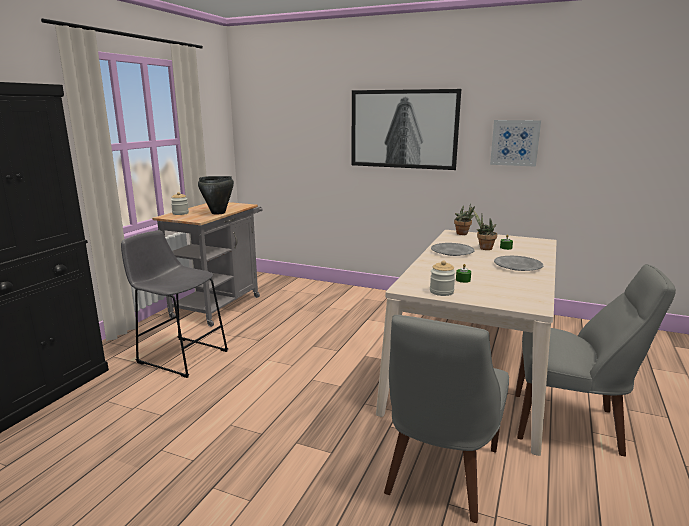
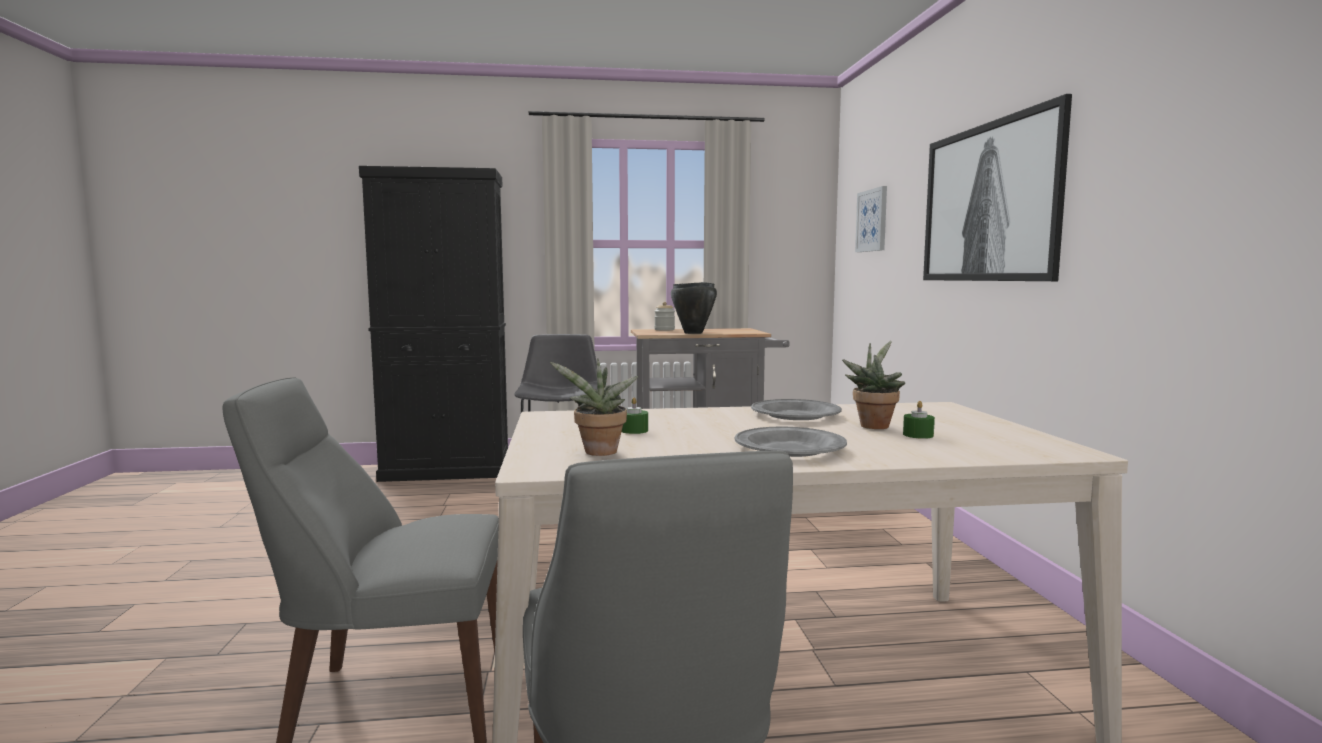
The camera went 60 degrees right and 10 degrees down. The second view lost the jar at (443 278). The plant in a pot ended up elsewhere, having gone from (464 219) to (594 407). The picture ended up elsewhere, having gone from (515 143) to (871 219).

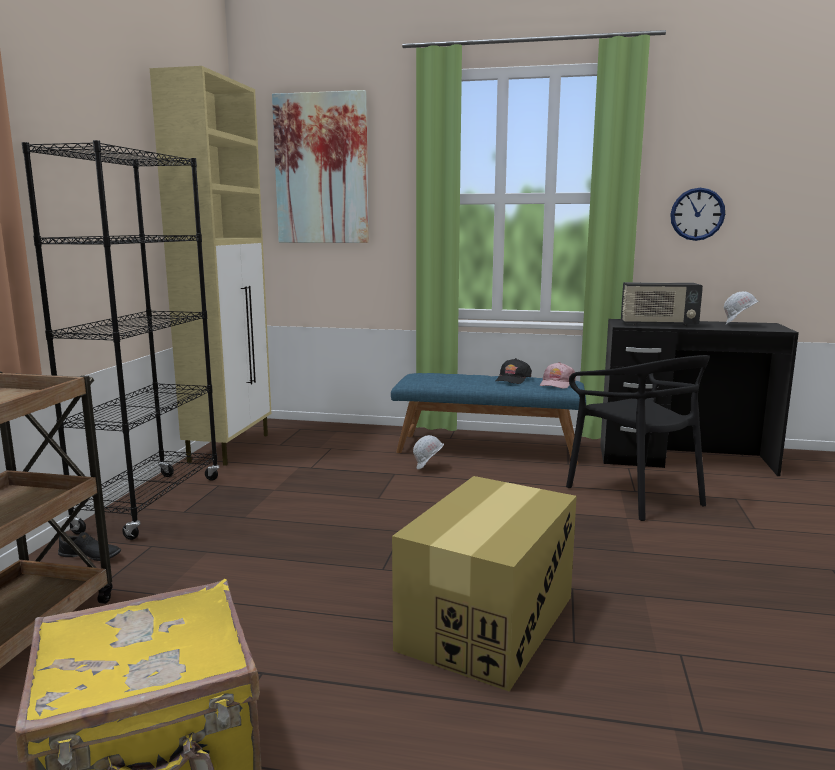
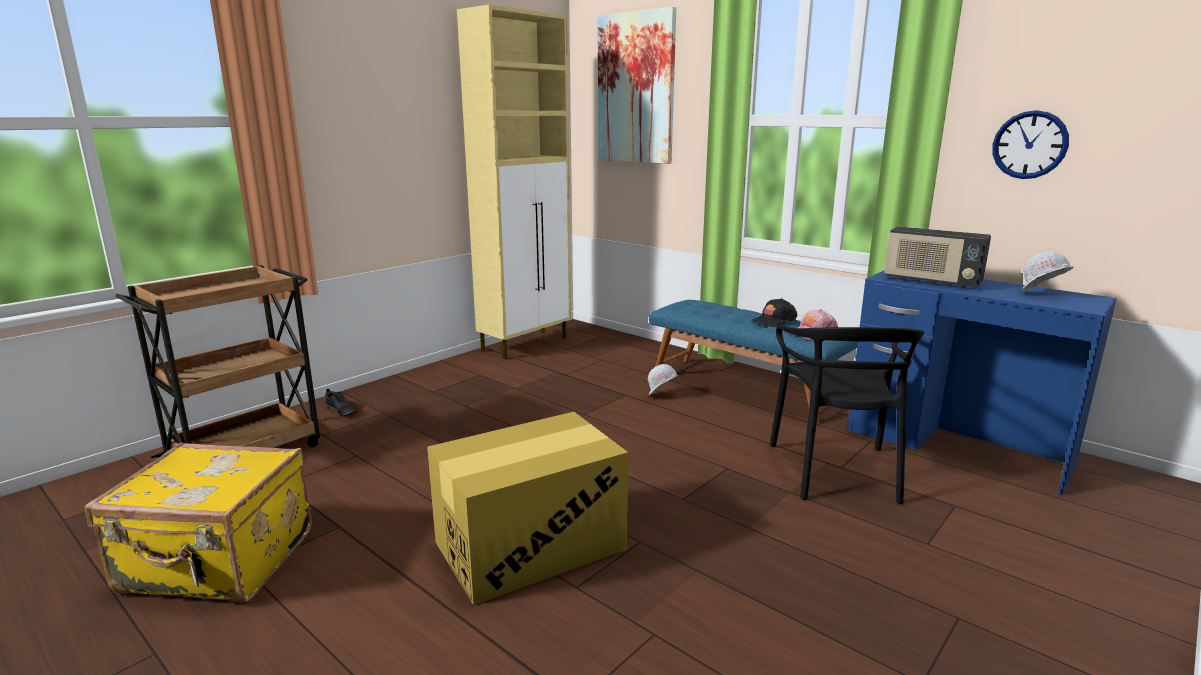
The camera went 30 degrees right and 5 degrees up. The second view lost the black-coloured shelving unit at (120 340). What was the black-coloured desk unit at (699 397) turned into the blue desk unit at (982 383).

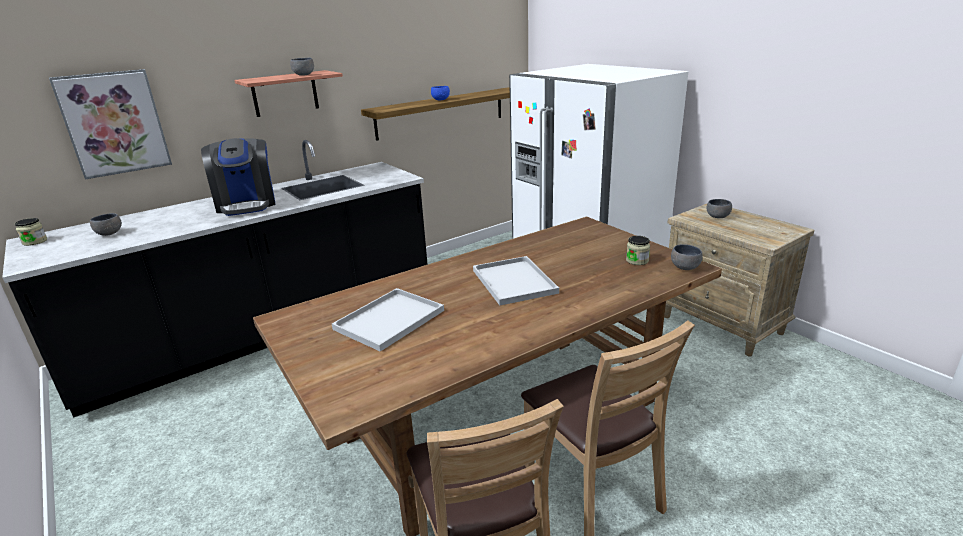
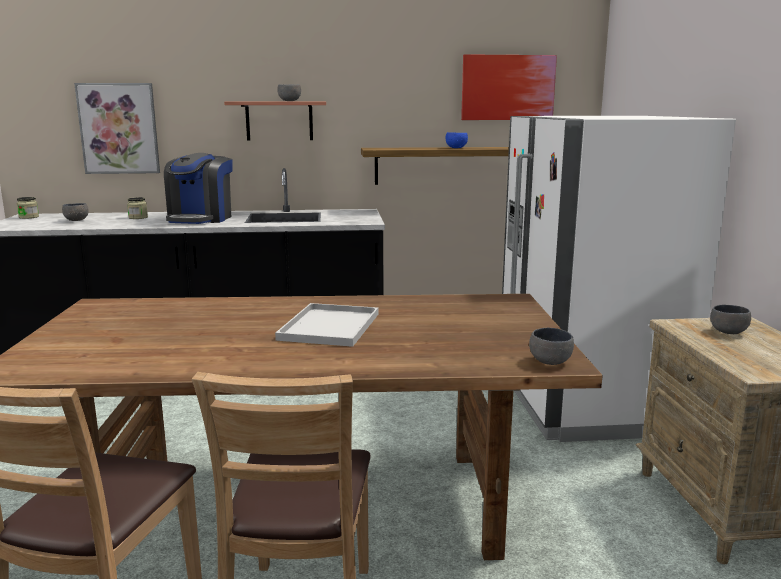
The camera went 30 degrees right and 10 degrees down. The second view lost the whitish carrying tray at (388 320). The jar ended up elsewhere, having gone from (638 250) to (137 208). The second view gained the picture at (509 87).

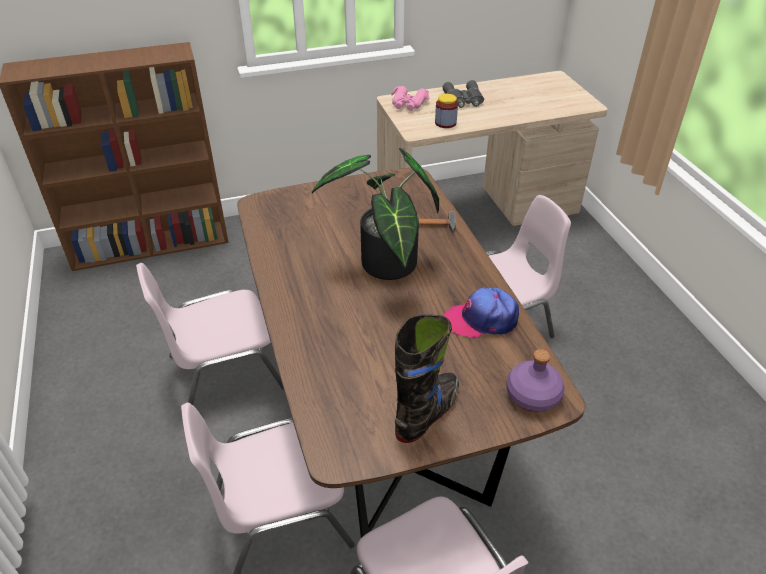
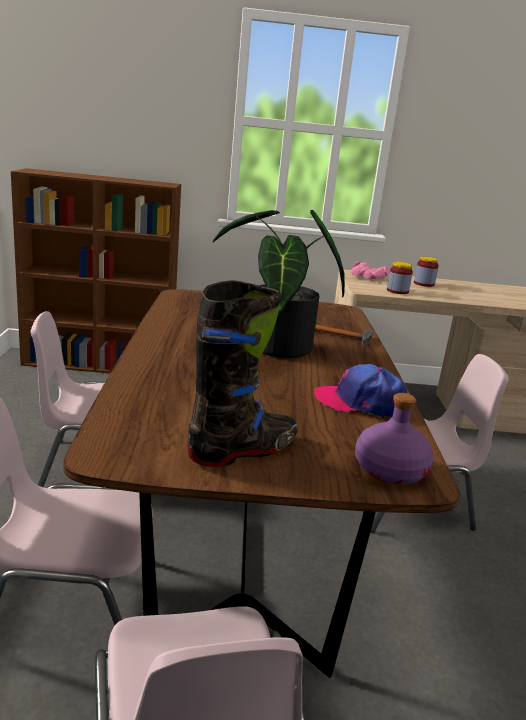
The camera went 15 degrees right and 20 degrees down. Where the gray pair of binoculars stood at (463 94), the jar came to stand at (426 271).

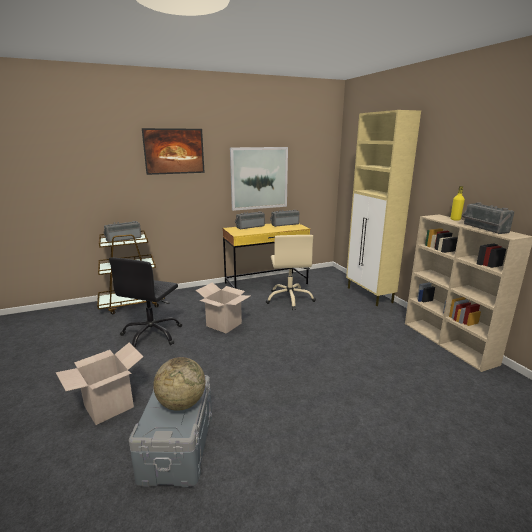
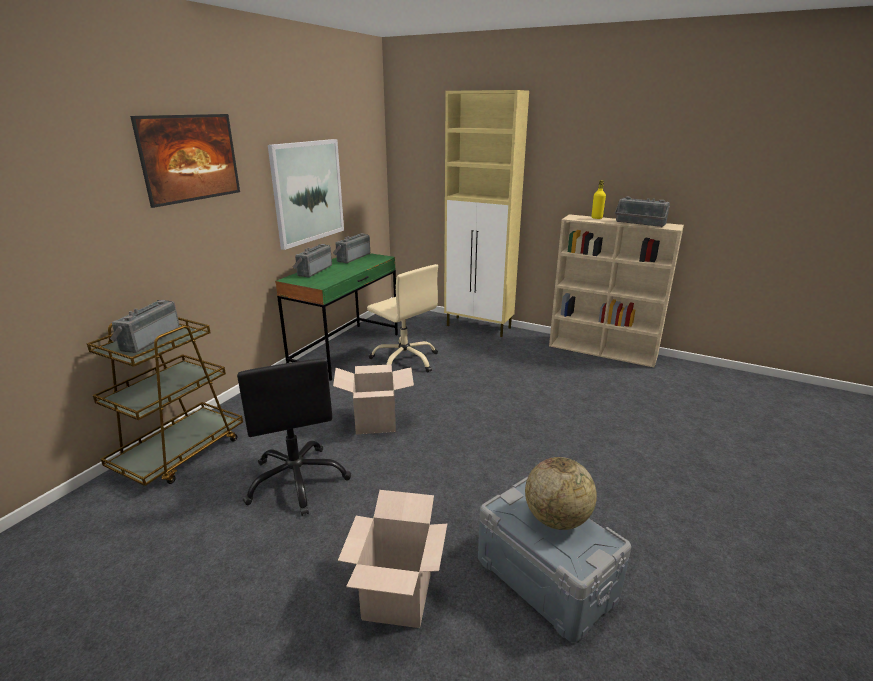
The camera went 40 degrees left and 5 degrees up. What was the yellow desk unit at (266 256) turned into the greenish desk unit at (336 317).

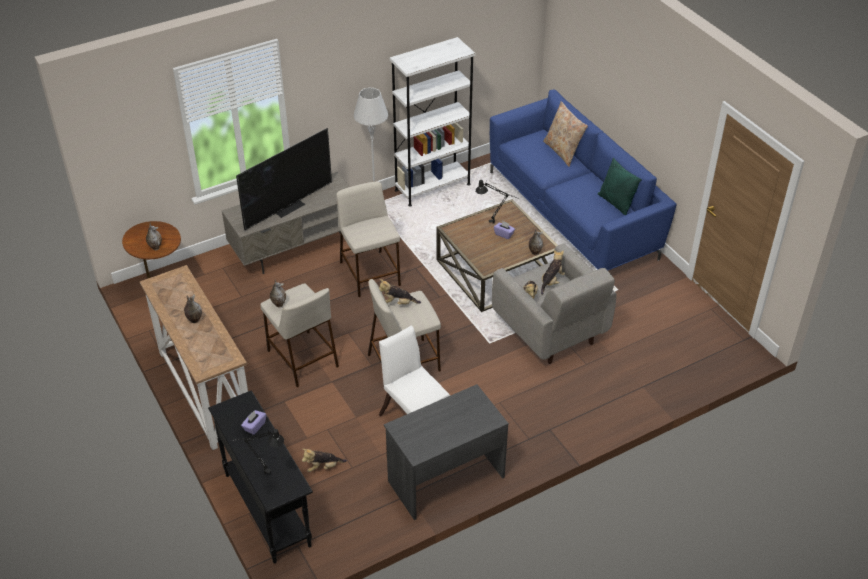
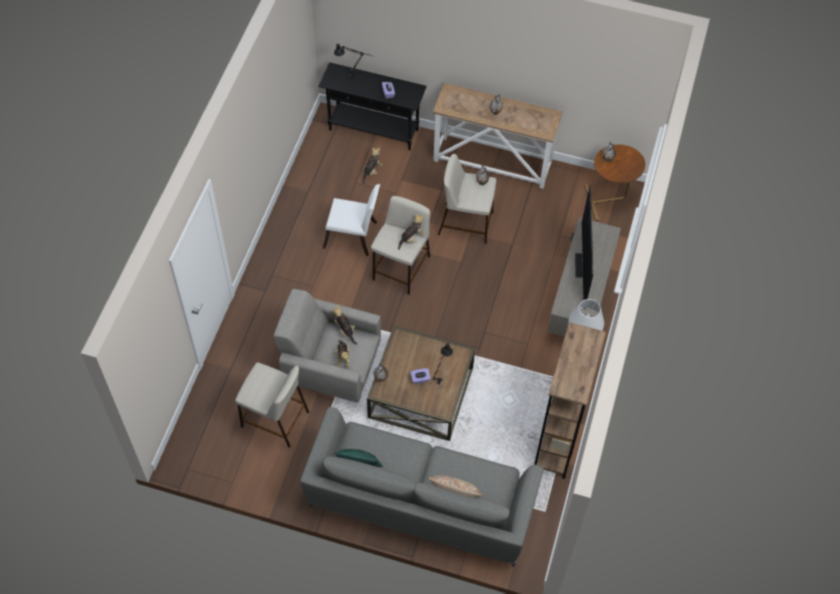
The camera went 135 degrees right and 15 degrees up. The sand-coloured sitting stool ended up elsewhere, having gone from (368 239) to (272 405). The second view lost the gray desk unit at (446 452). What was the whitish shelving unit at (433 122) turned into the brown shelving unit at (570 400). What was the blue couch at (583 179) turned into the gray couch at (422 487).

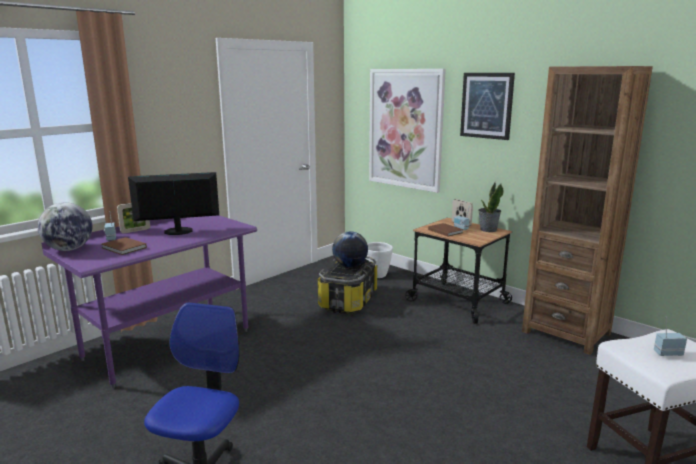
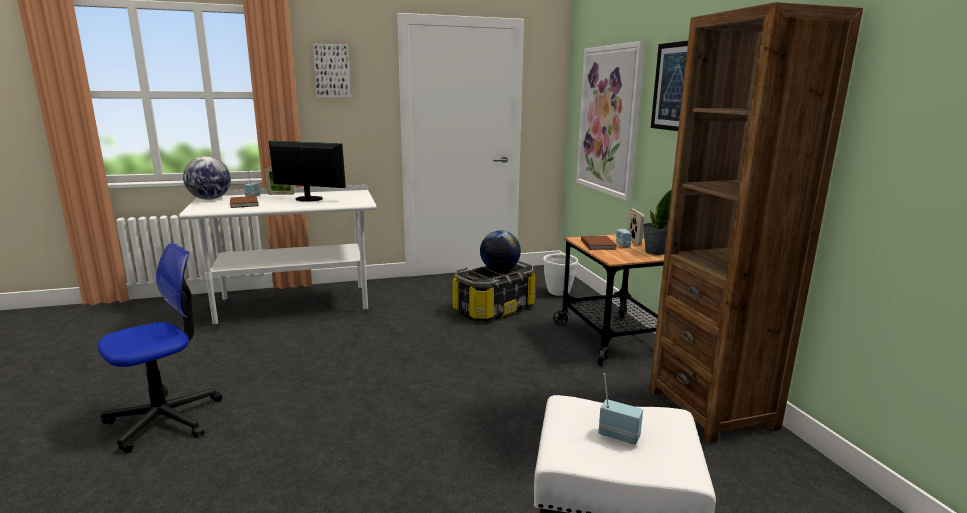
The camera went 30 degrees right and 0 degrees up. What was the purple-coloured desk unit at (149 301) turned into the whitish desk unit at (278 256). The second view gained the picture at (332 70).

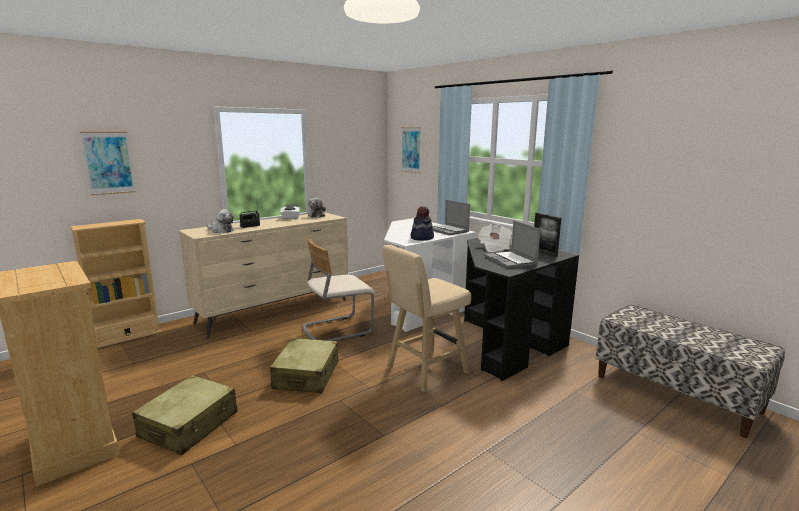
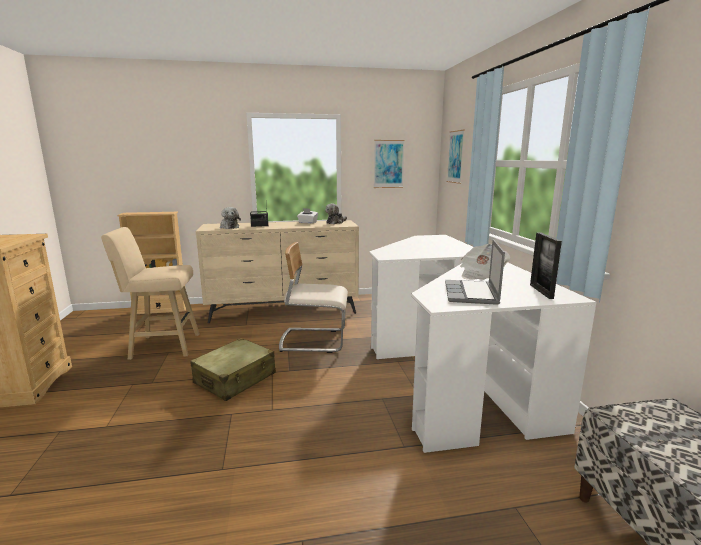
The camera went 30 degrees right and 0 degrees up. The picture ended up elsewhere, having gone from (108 163) to (389 164). The second view lost the sand-coloured piece of luggage at (185 415). The sand-coloured sitting stool ended up elsewhere, having gone from (427 318) to (150 293). The second view lost the wearable hat at (422 223). The second view lost the laptop at (451 217). What was the black-coloured desk unit at (521 309) turned into the whitish desk unit at (504 357).

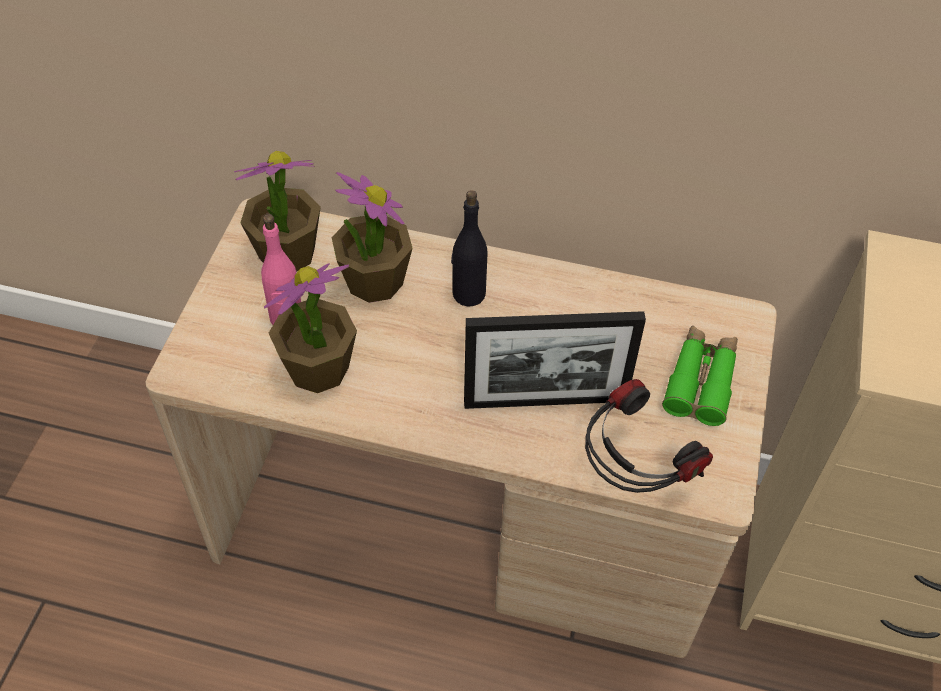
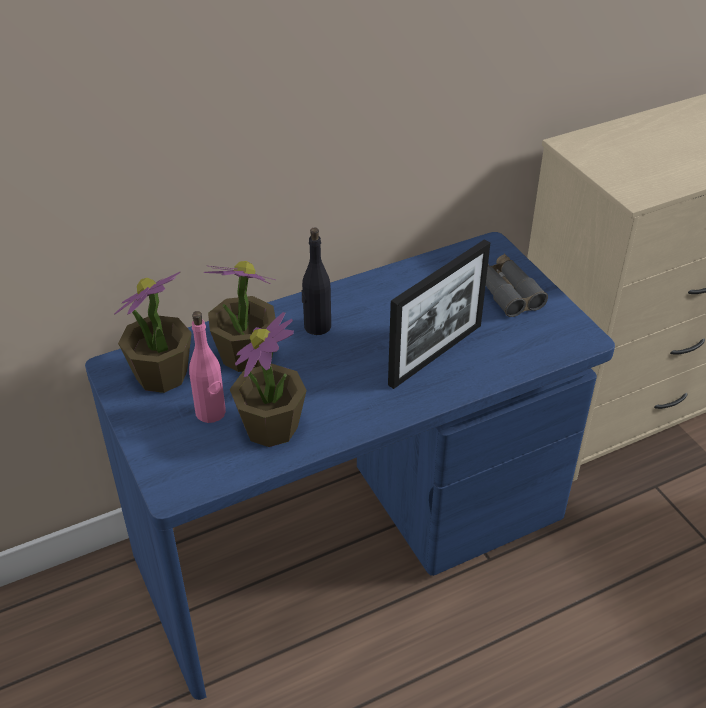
The camera went 40 degrees left and 10 degrees down. What was the sand-coloured desk unit at (461 428) turned into the blue desk unit at (350 466). The second view lost the pair of headphones at (649 436). What was the greenish pair of binoculars at (700 376) turned into the gray pair of binoculars at (517 285).

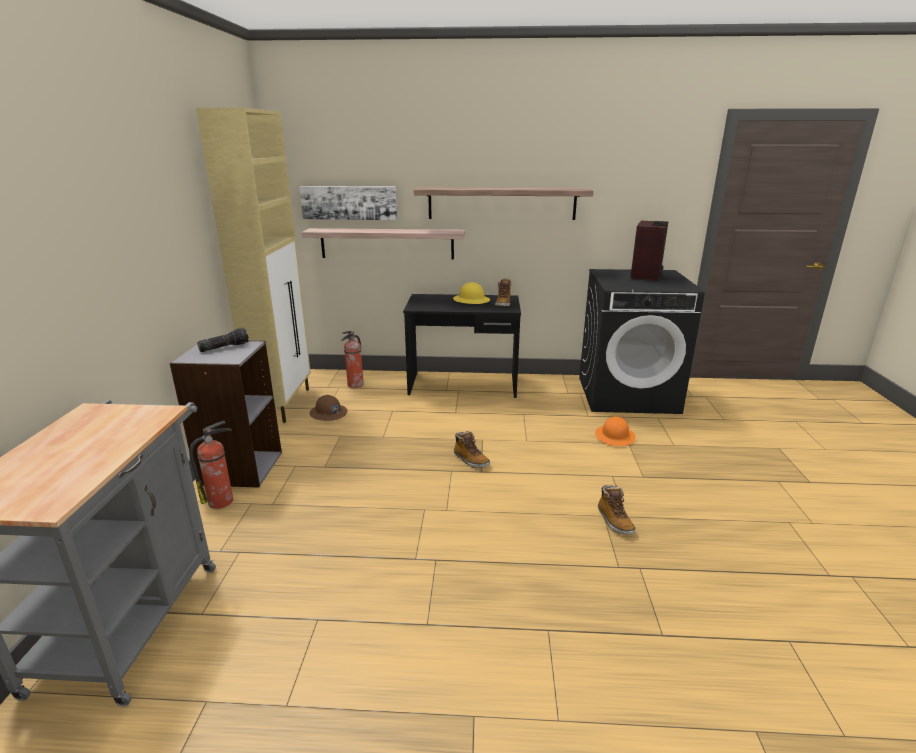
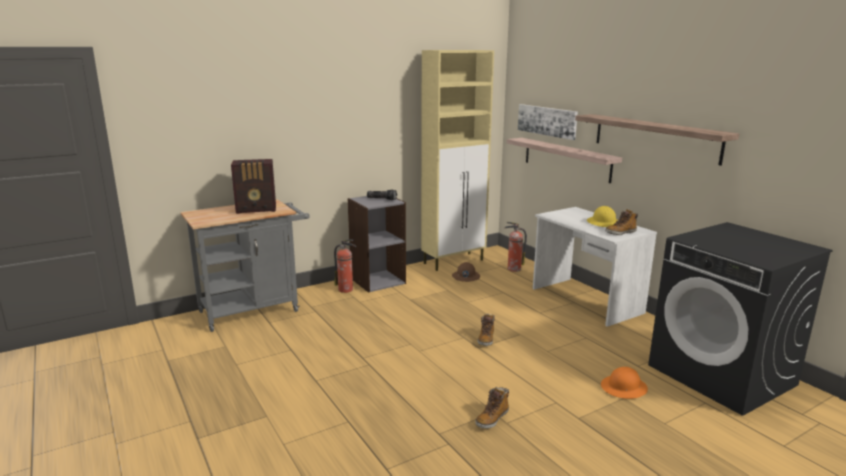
The camera went 55 degrees right and 5 degrees down. What was the black-coloured desk unit at (462 346) turned into the whitish desk unit at (595 267). The radio ended up elsewhere, having gone from (649 251) to (253 186).

